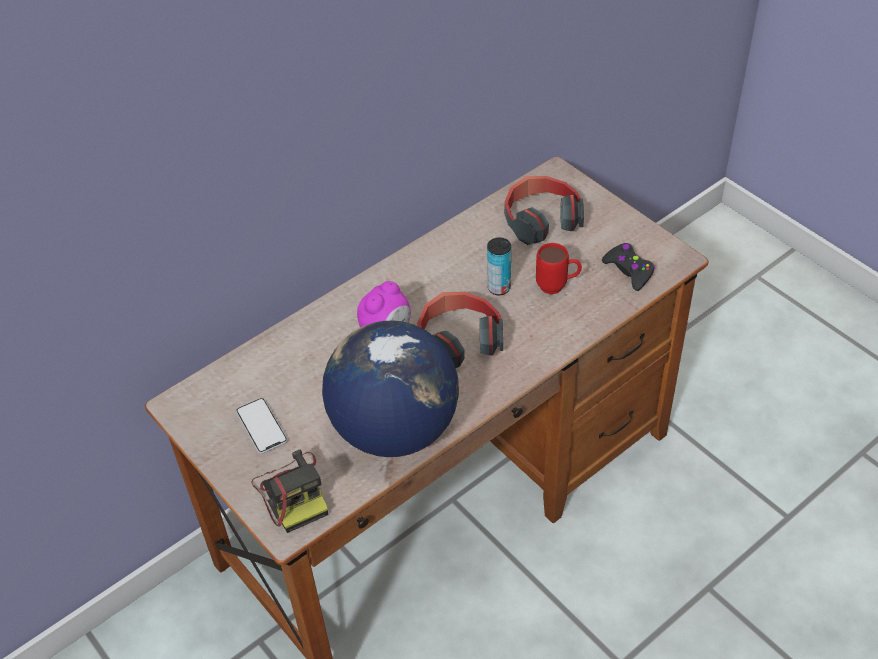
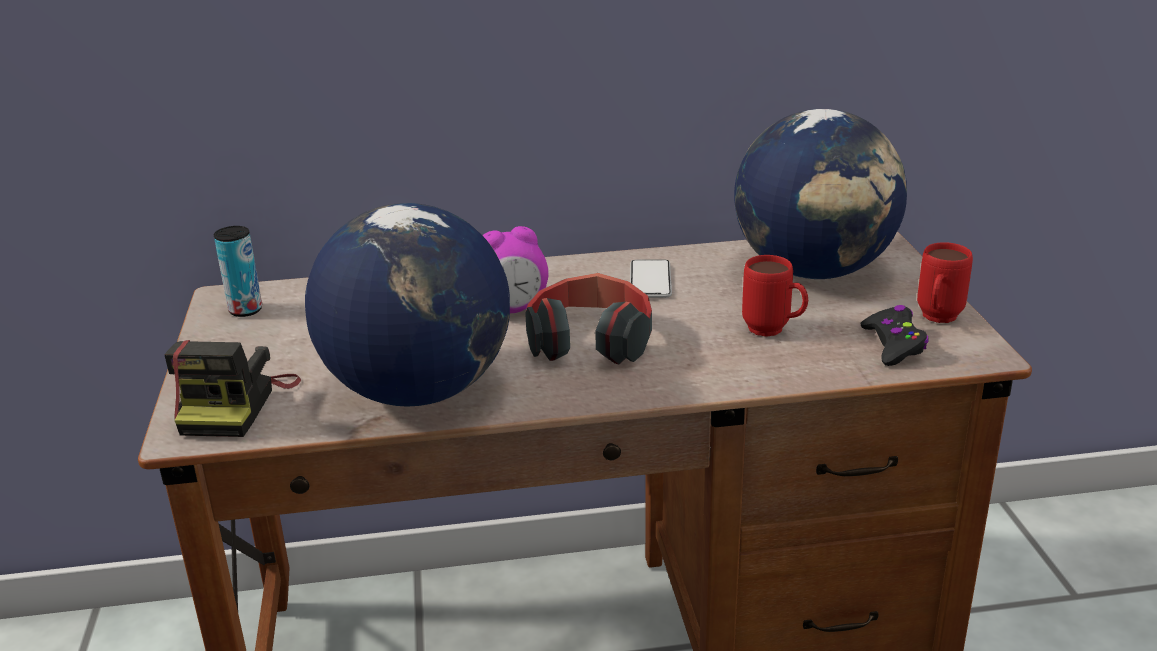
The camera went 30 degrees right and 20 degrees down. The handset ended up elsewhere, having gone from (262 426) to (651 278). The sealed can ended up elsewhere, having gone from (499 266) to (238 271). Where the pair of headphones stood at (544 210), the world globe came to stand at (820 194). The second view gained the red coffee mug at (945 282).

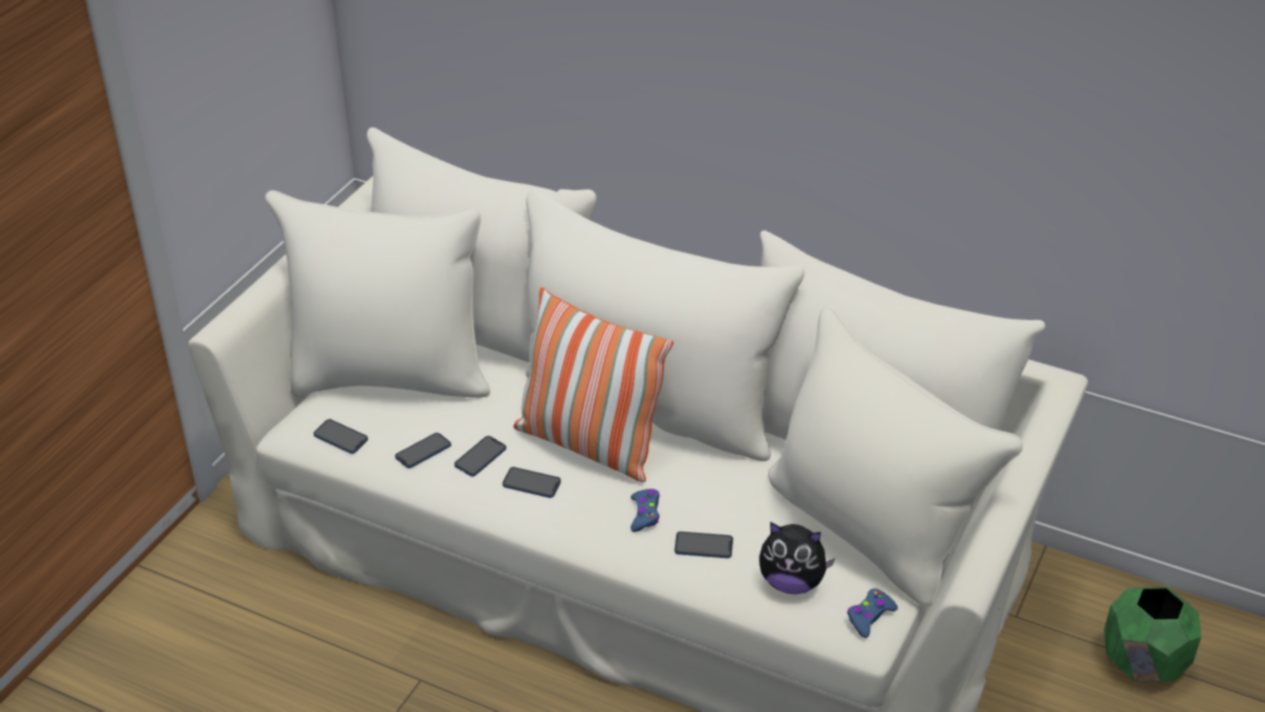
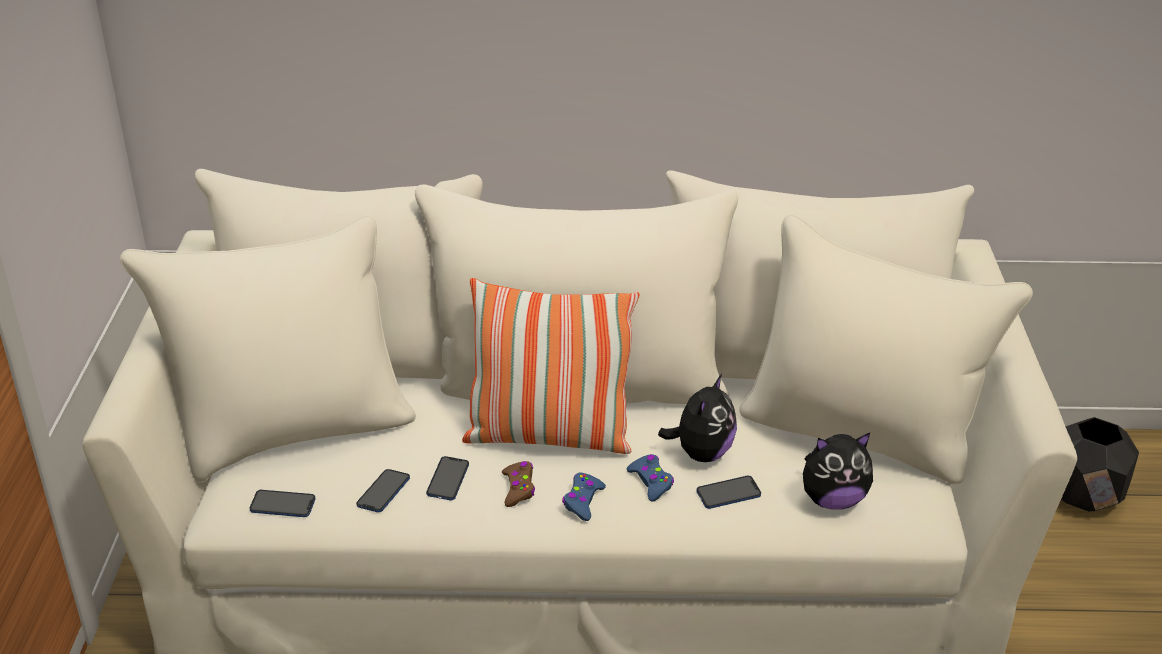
The camera went 25 degrees left and 5 degrees down. Where the handset stood at (531 482), the brown gamepad came to stand at (518 484). The blue gamepad ended up elsewhere, having gone from (872 613) to (584 497). What was the greenish plant pot at (1152 634) turned into the black-coloured plant pot at (1100 464). The second view gained the plush toy at (697 418).

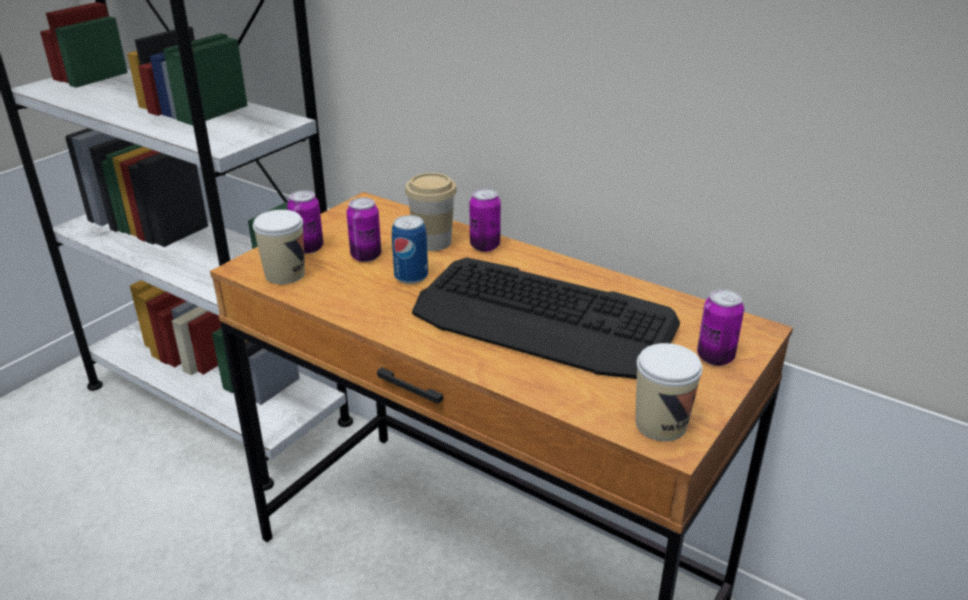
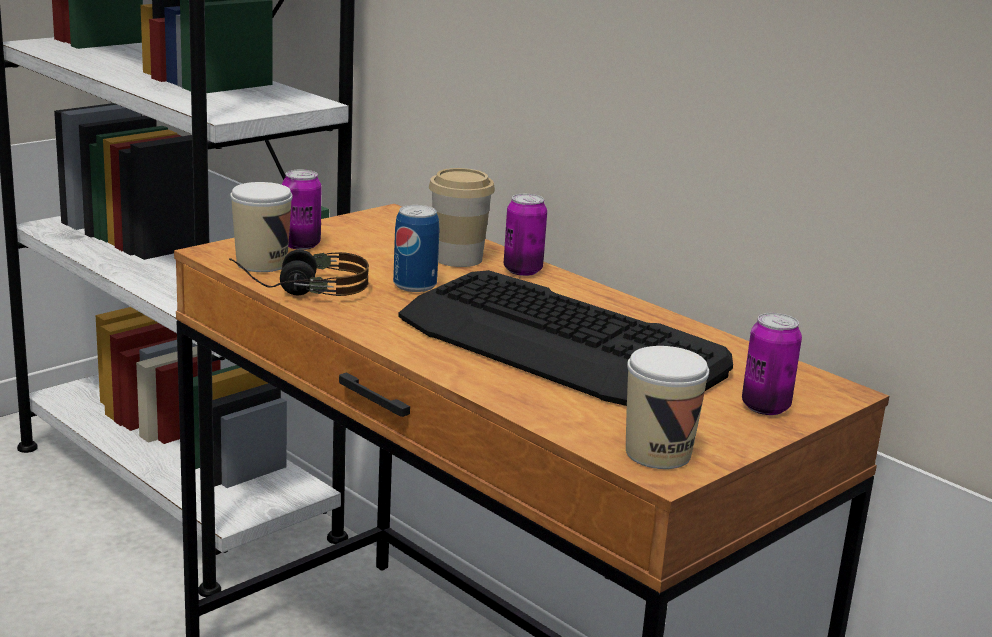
The camera went 10 degrees right and 10 degrees down. The second view lost the sealed can at (363 229). The second view gained the pair of headphones at (299 273).

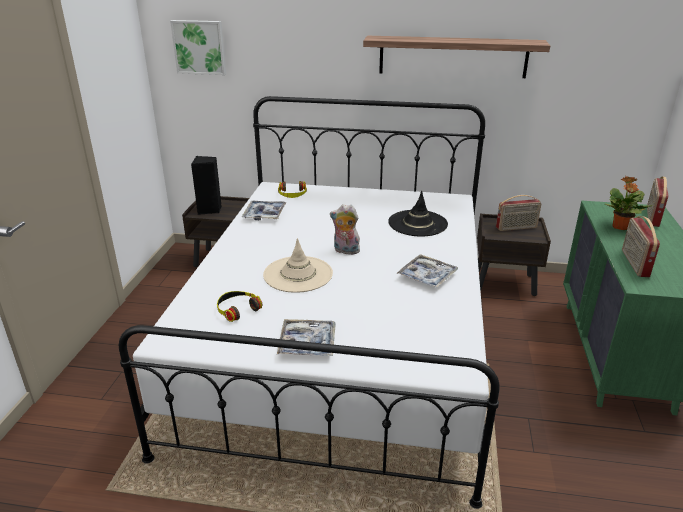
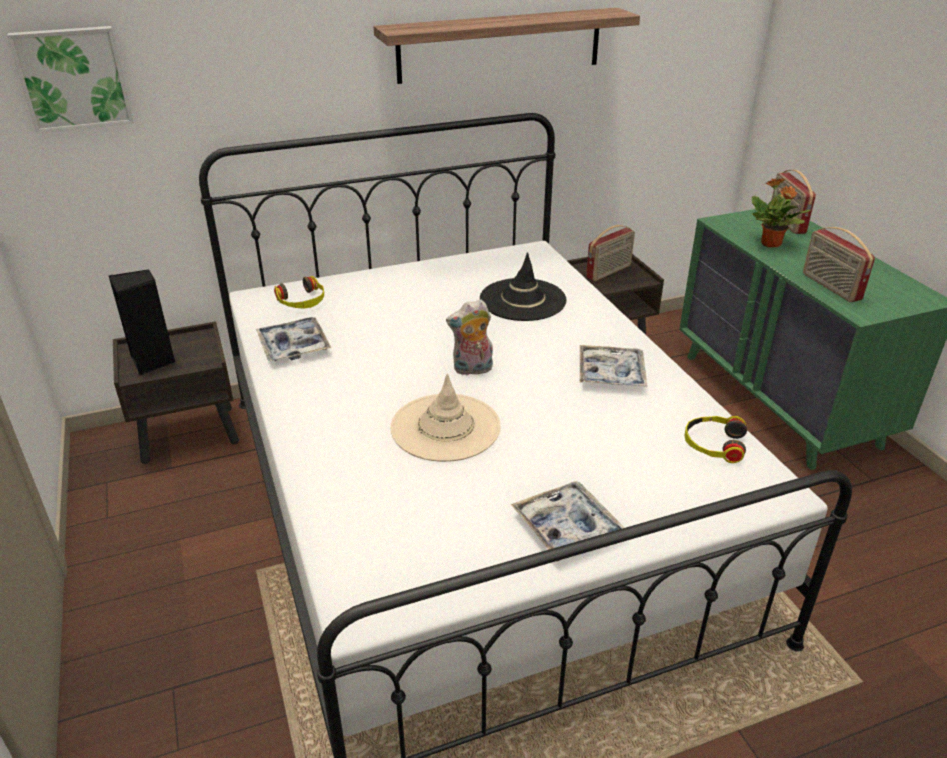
The camera went 30 degrees left and 5 degrees up. The pair of headphones ended up elsewhere, having gone from (239 306) to (715 439).

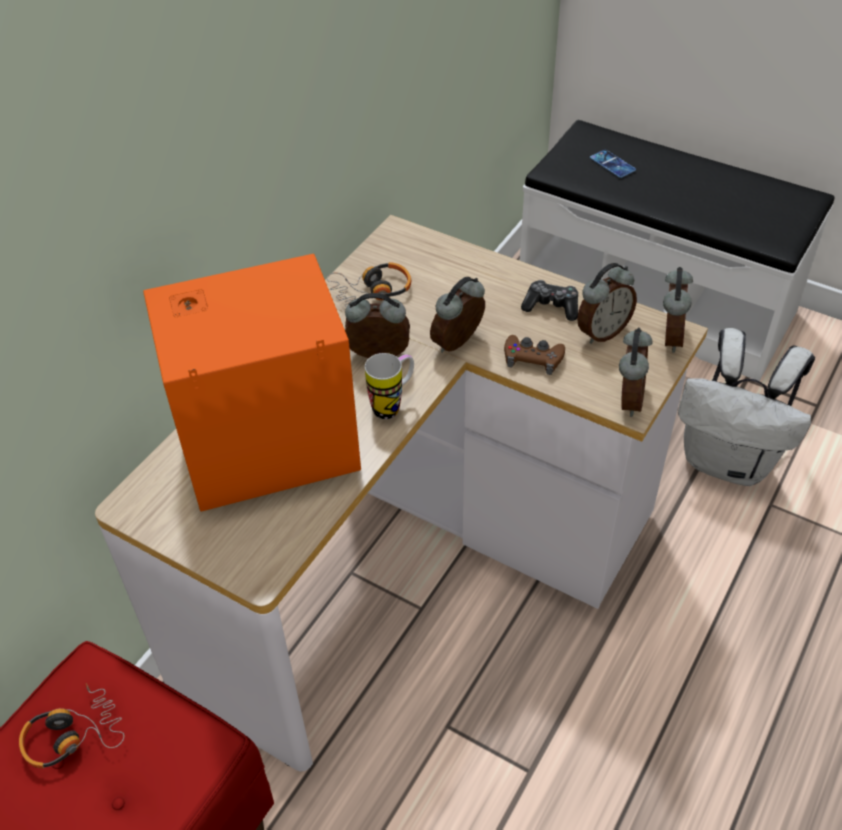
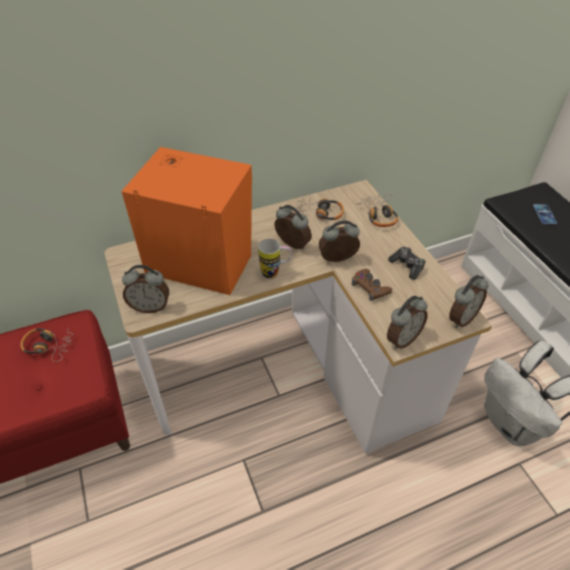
The camera went 35 degrees right and 0 degrees up. The bedside clock ended up elsewhere, having gone from (607 303) to (145 289). The second view gained the pair of headphones at (378 210).

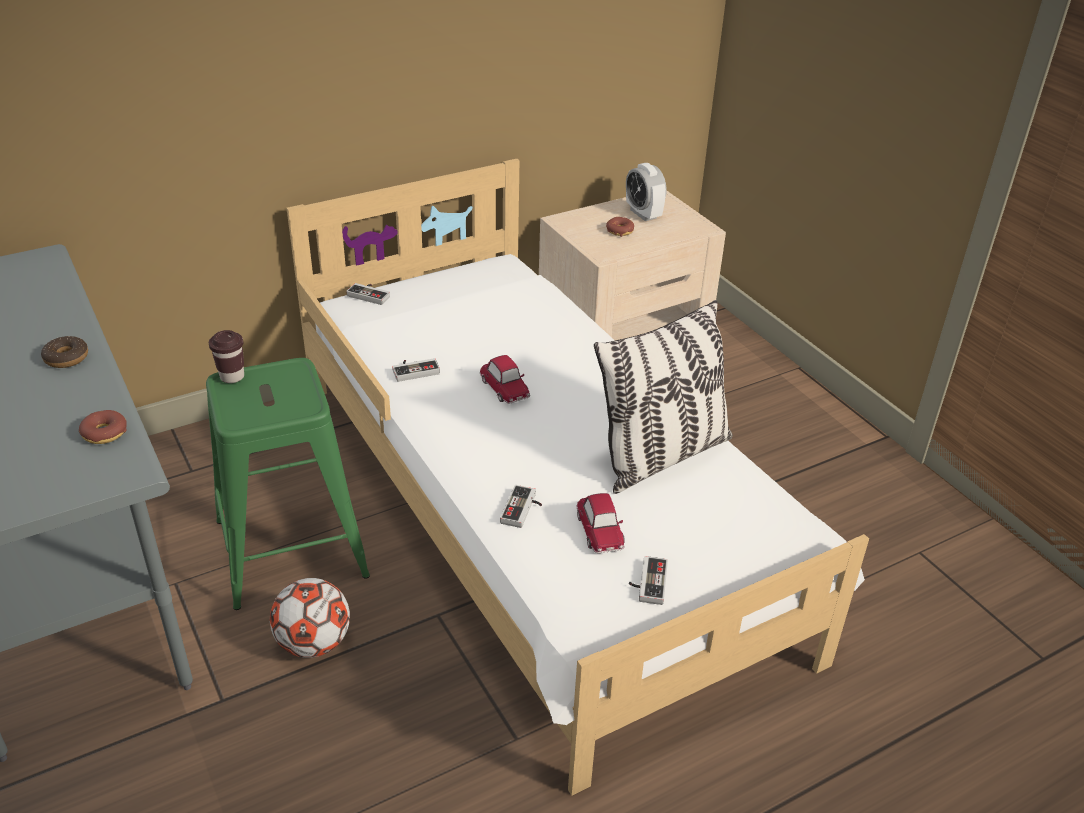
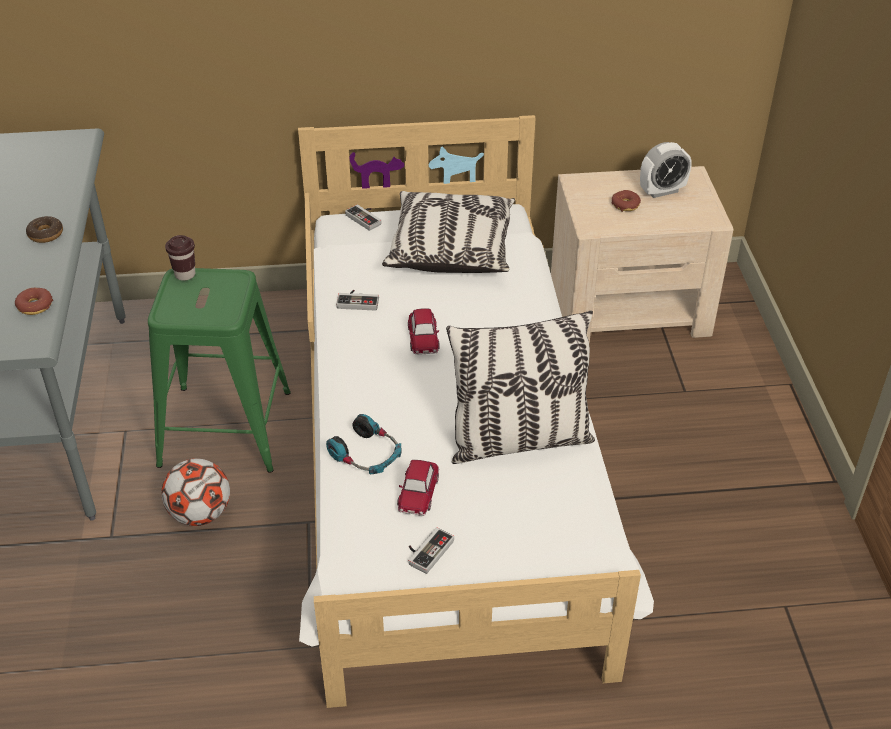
The camera went 25 degrees right and 5 degrees up. Where the gamepad stood at (521 506), the pair of headphones came to stand at (363 444). The bedside clock at (646 192) ended up facing another way, 105 degrees counterclockwise from before. The second view gained the pillow at (448 232).

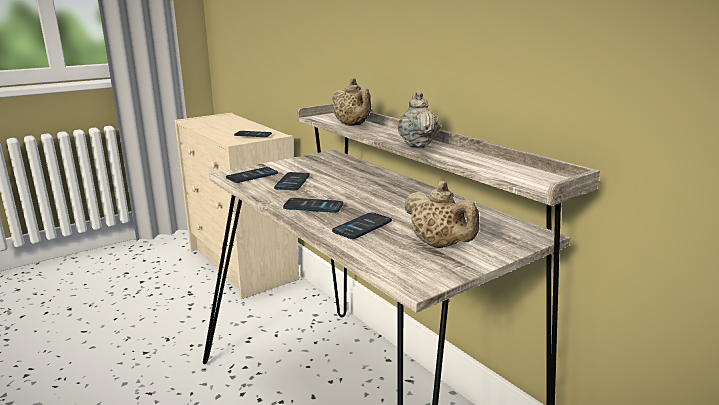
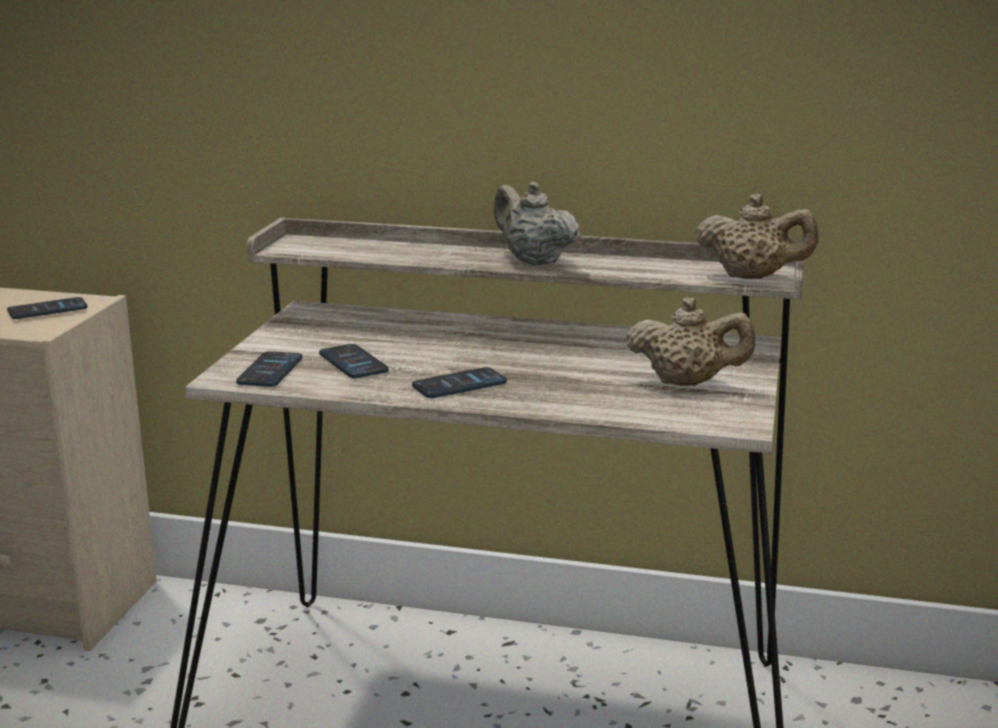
The camera went 40 degrees left and 0 degrees up. The sand-coloured tea pot ended up elsewhere, having gone from (351 102) to (757 236). The second view lost the handset at (362 225).

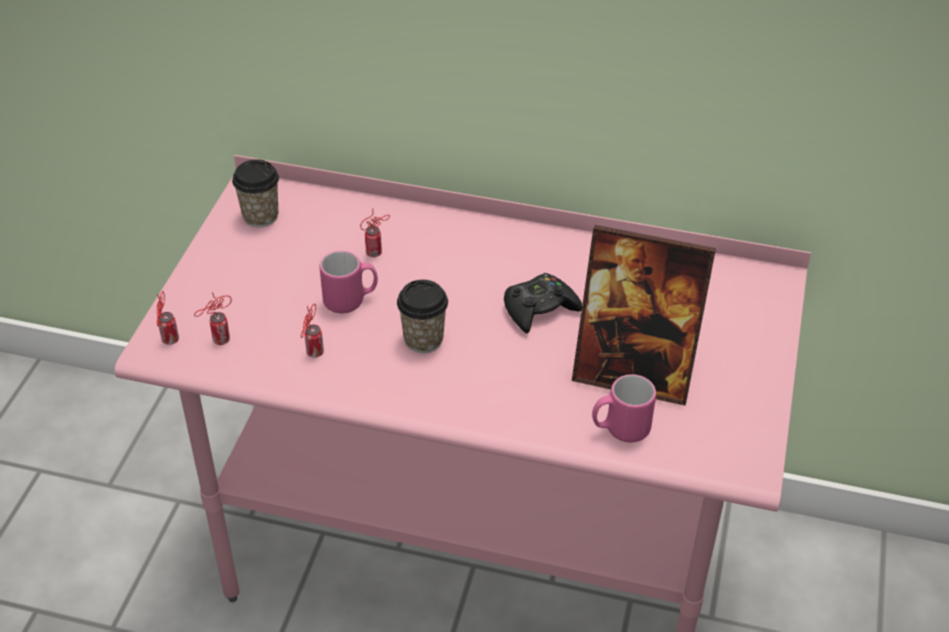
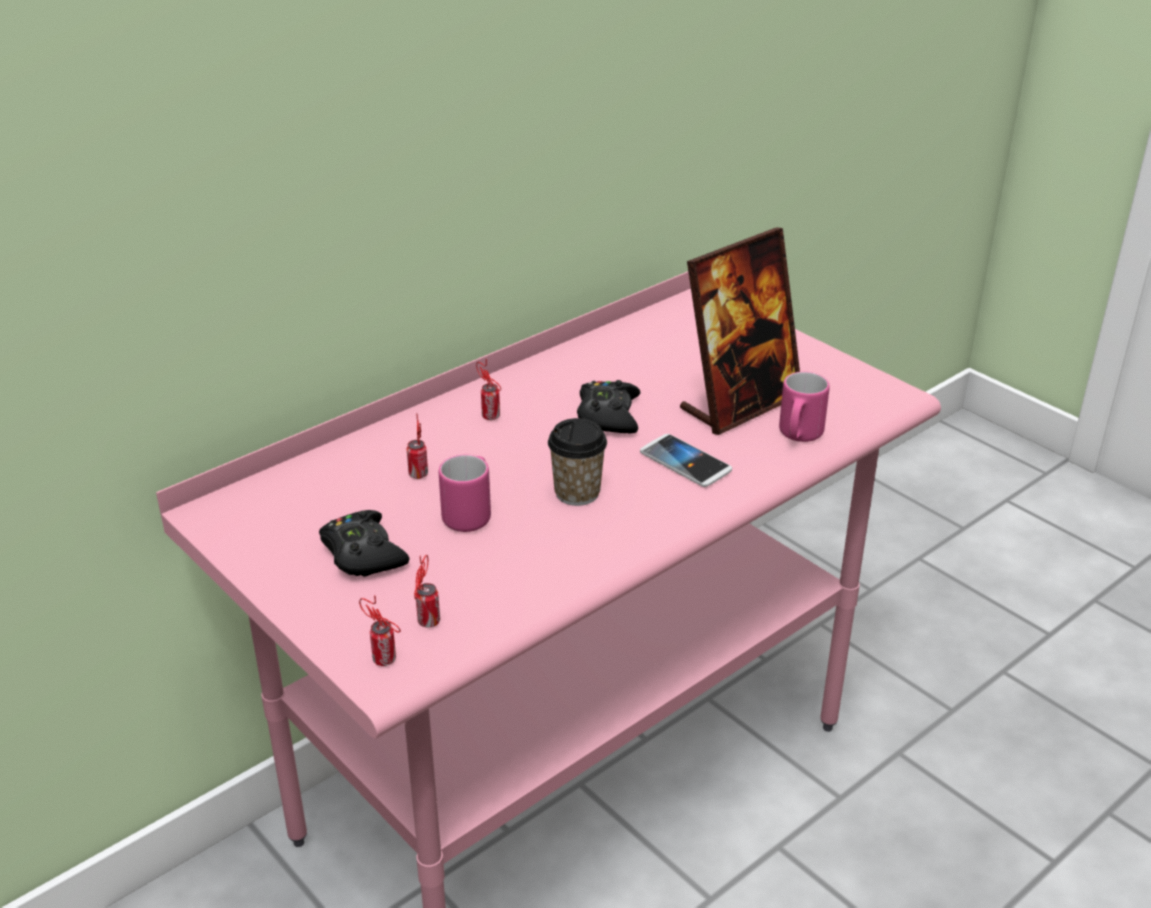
The camera went 55 degrees left and 10 degrees down. The second view lost the drinking cup at (255 193). The sealed can ended up elsewhere, having gone from (312 331) to (488 389). The second view gained the black-coloured gamepad at (364 543). The second view gained the handset at (686 460).

